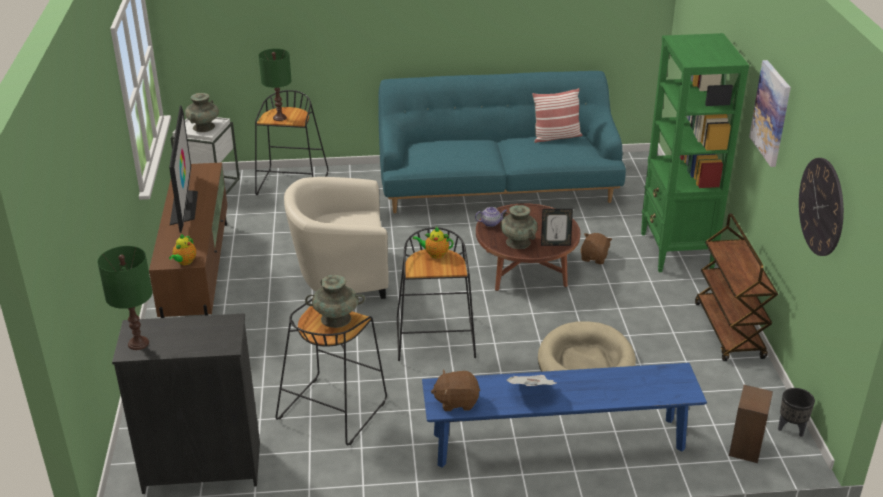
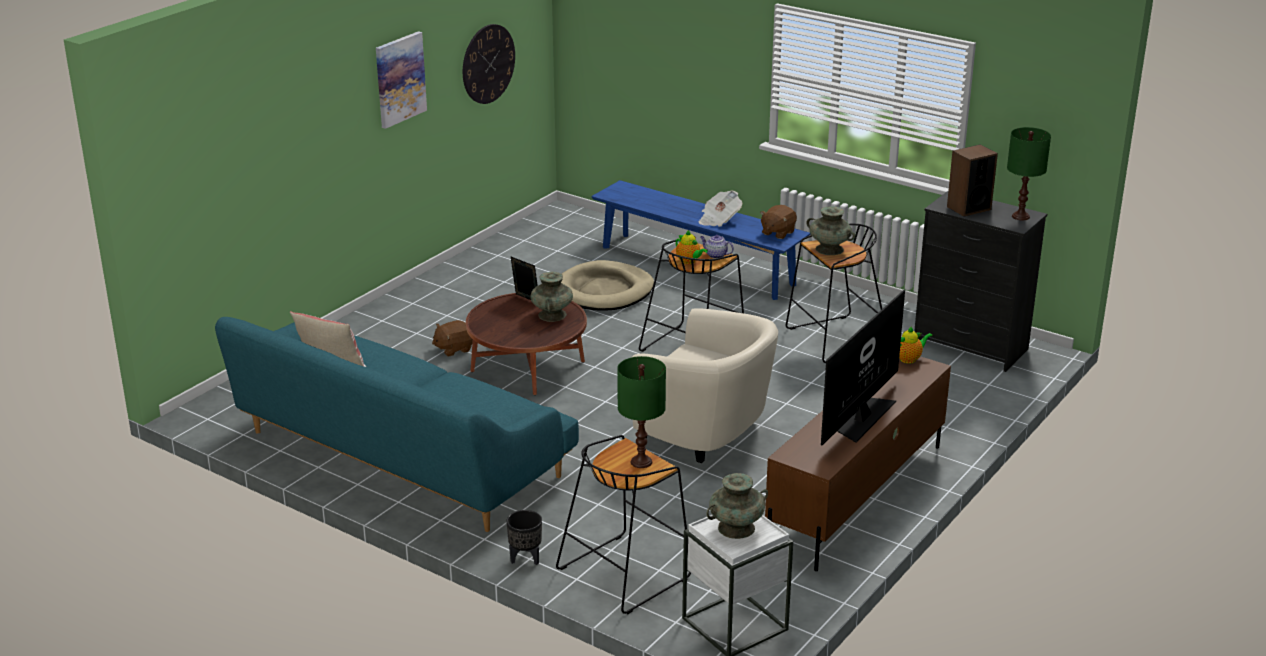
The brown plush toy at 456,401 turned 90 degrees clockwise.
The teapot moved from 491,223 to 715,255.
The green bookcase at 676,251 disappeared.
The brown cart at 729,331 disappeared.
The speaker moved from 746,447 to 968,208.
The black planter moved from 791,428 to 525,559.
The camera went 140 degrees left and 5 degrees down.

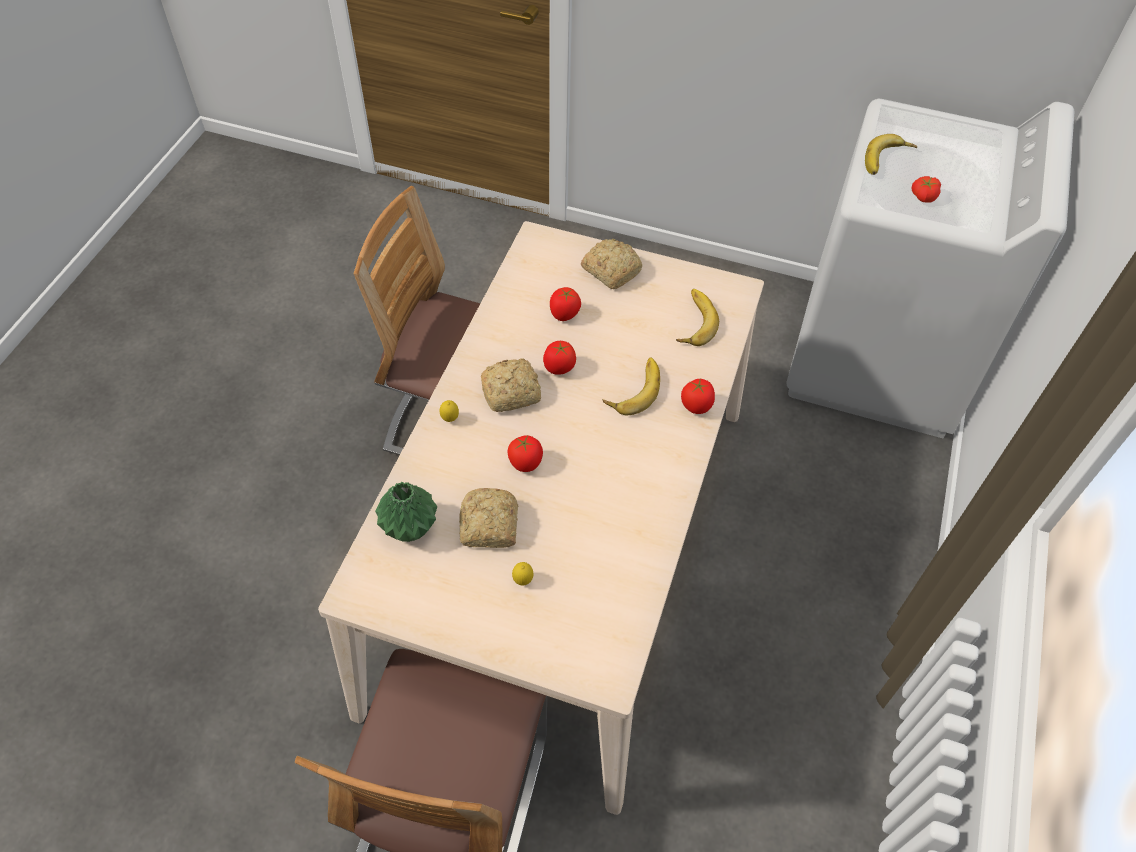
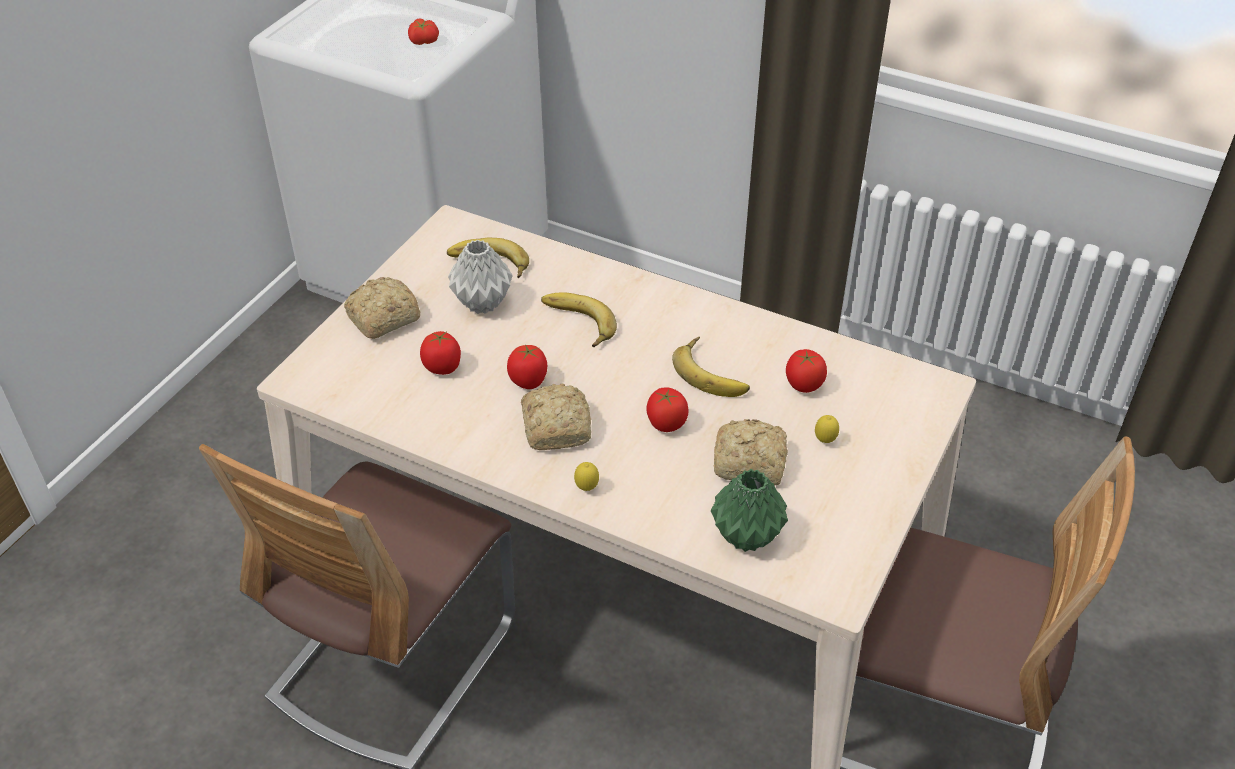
The tomato moved from 696,406 to 803,385.
The banana moved from 887,160 to 713,372.
The grey vase at 481,303 appeared.
The camera went 80 degrees left and 10 degrees down.

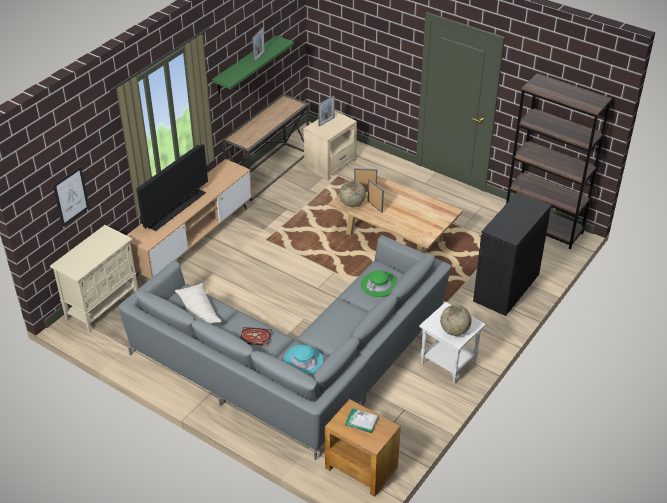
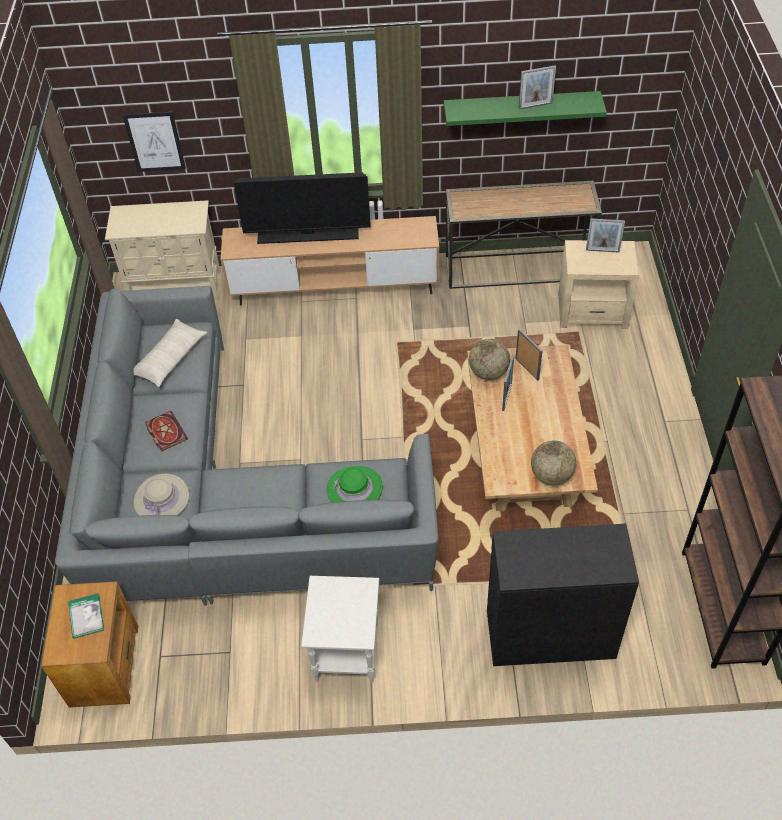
The turquoise hat at 303,361 became the beige hat at 161,499.
The globe moved from 454,331 to 551,475.
The camera went 55 degrees right and 10 degrees up.

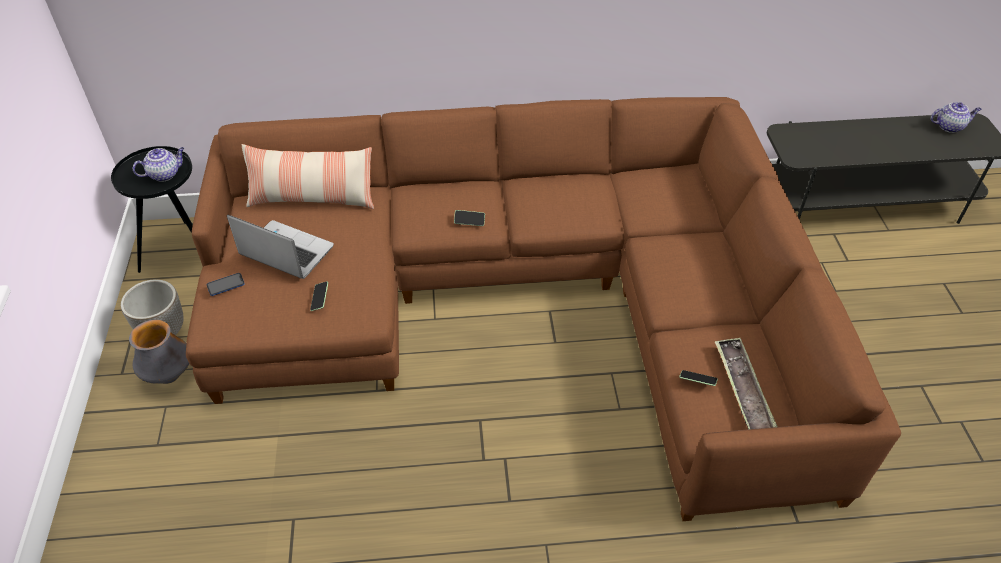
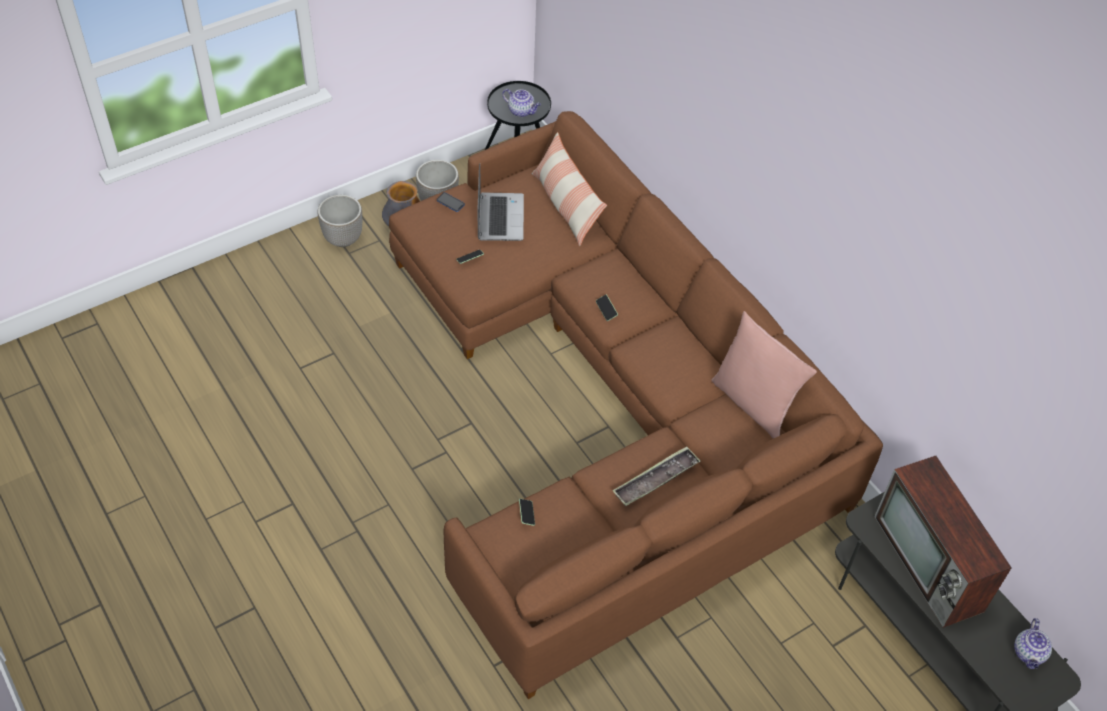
The tray moved from 743,390 to 655,480.
The teapot at 949,126 turned 45 degrees clockwise.
The planter at 343,238 appeared.
The pink pillow at 753,404 appeared.
The television at 930,565 appeared.
The camera went 60 degrees right and 5 degrees up.

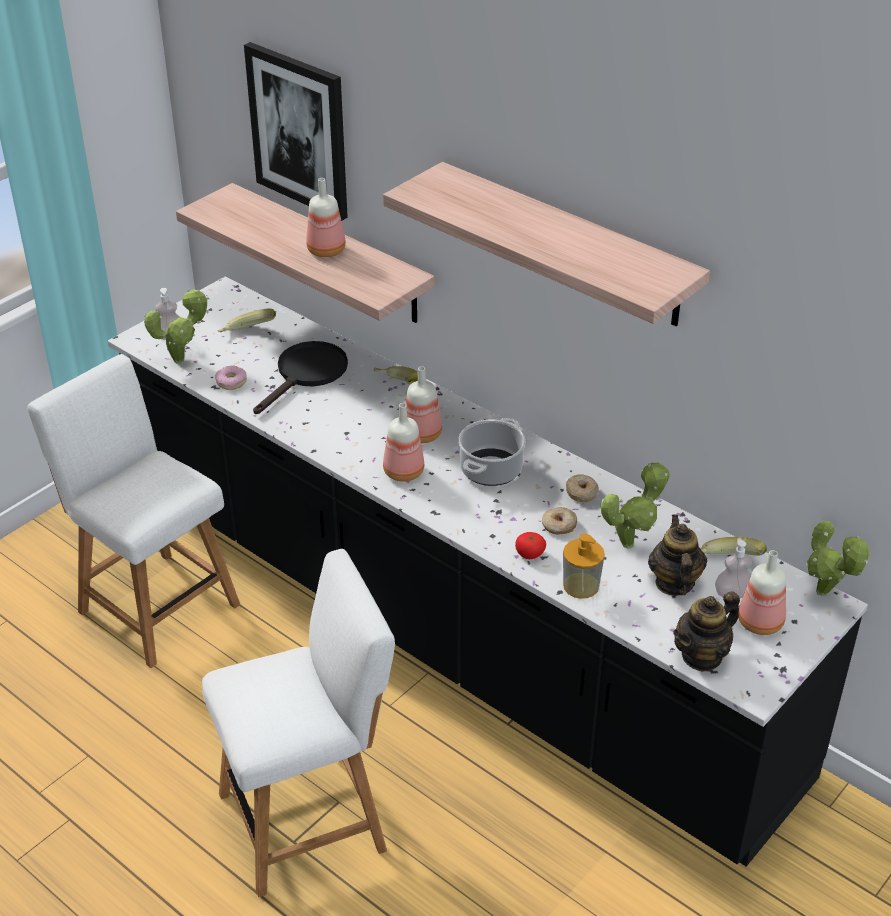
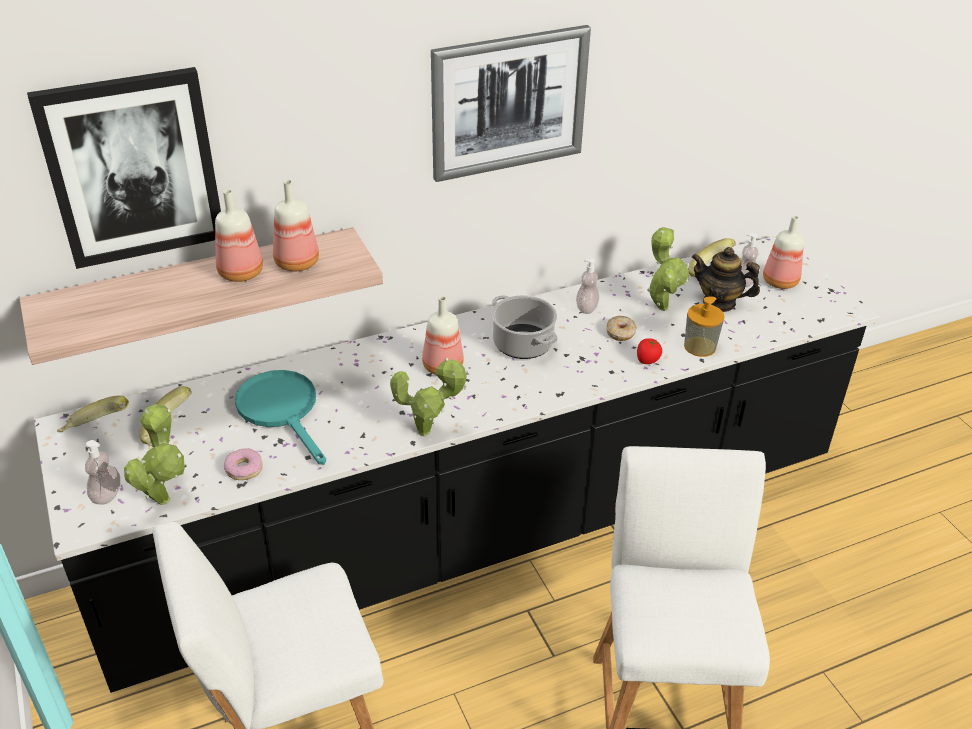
The black frying pan at 307,374 became the turquoise frying pan at 282,410.
The banana moved from 396,387 to 97,429.
The shelf at 566,244 was replaced by the picture at 509,102.
The bottle moved from 402,472 to 296,264.
The donut at 582,493 was replaced by the soap dispenser at 586,308.
The teapot at 702,656 disappeared.
The potted plant moved from 825,595 to 429,432.
The camera went 65 degrees left and 0 degrees up.

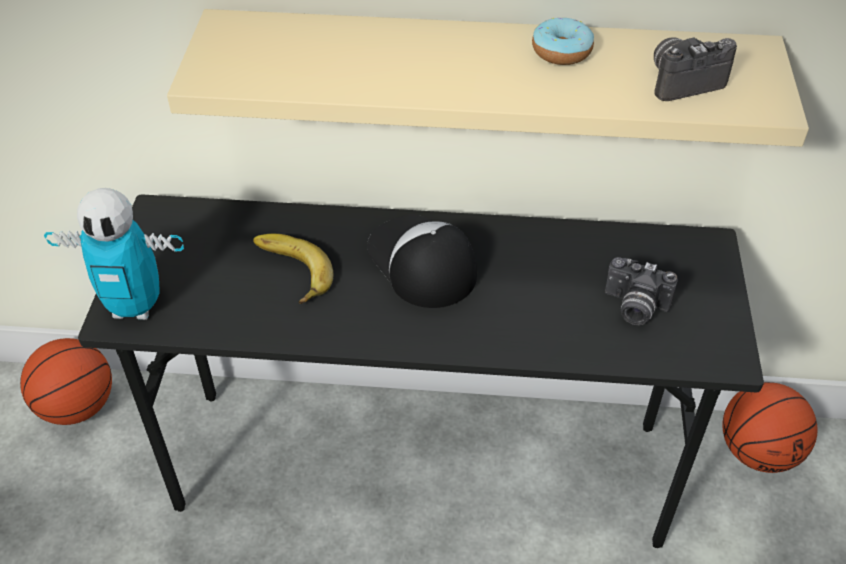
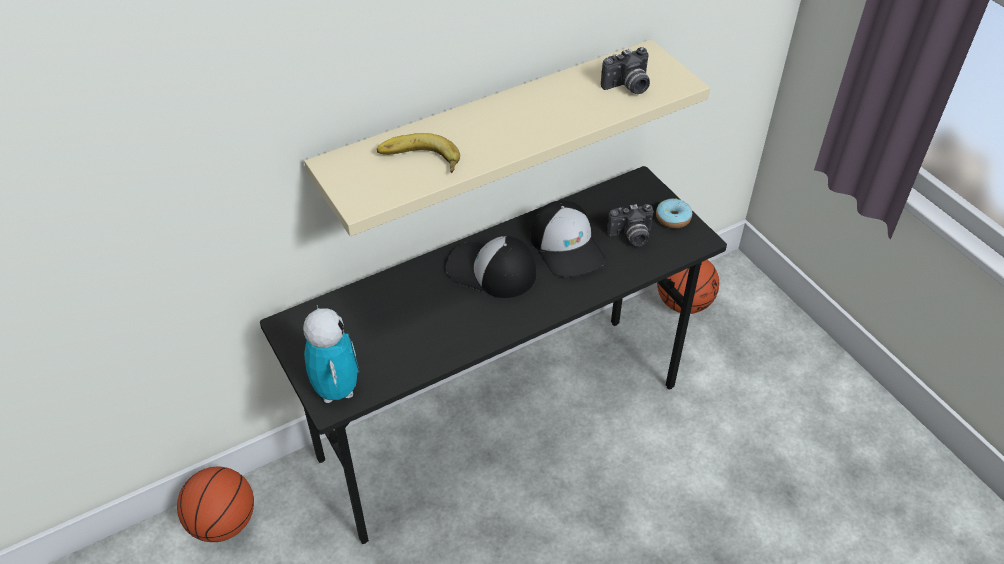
The toy robot at 135,307 turned 75 degrees counterclockwise.
The banana moved from 288,272 to 419,161.
The donut moved from 561,51 to 673,218.
The photo camera at 682,81 turned 150 degrees counterclockwise.
The cap at 567,246 appeared.
The camera went 35 degrees left and 0 degrees up.

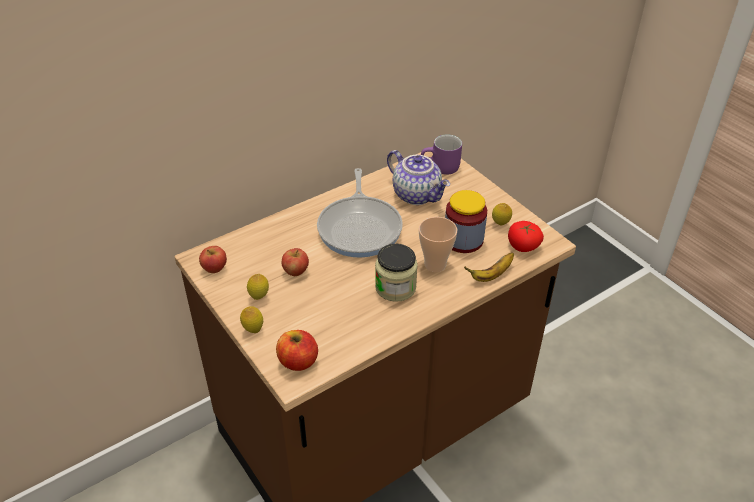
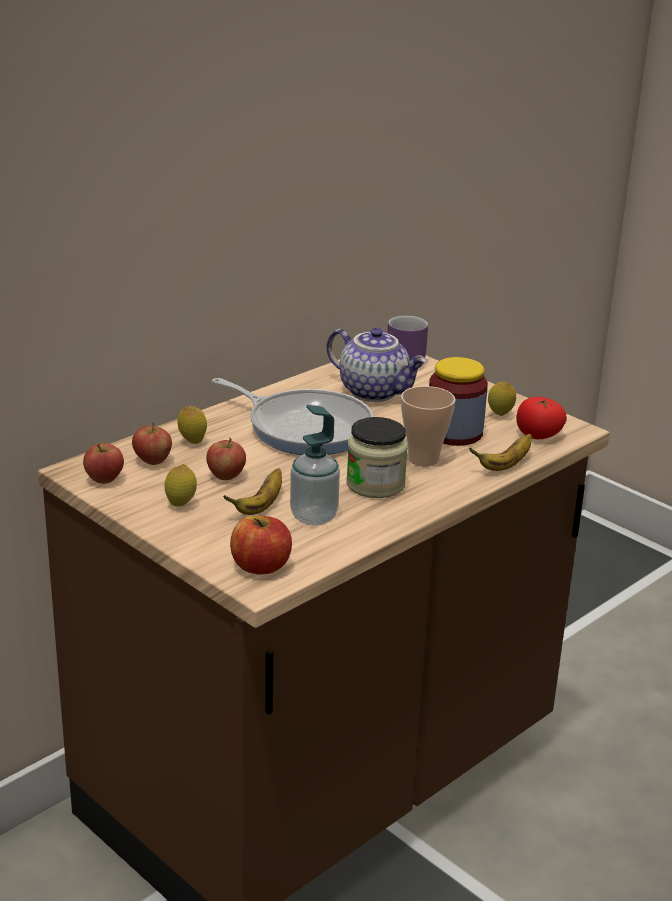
The lemon moved from 253,330 to 192,442.
The frying pan at 360,228 turned 45 degrees counterclockwise.
The apple at 152,461 appeared.
The banana at 260,506 appeared.
The soap dispenser at 314,517 appeared.
The camera went 10 degrees left and 15 degrees down.

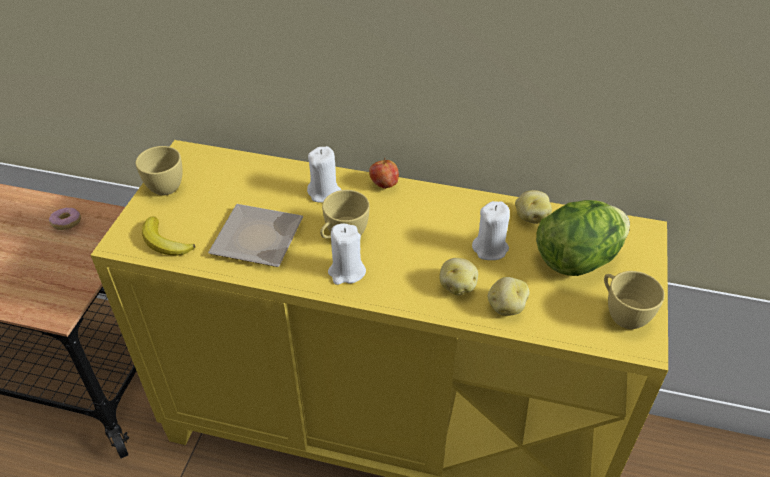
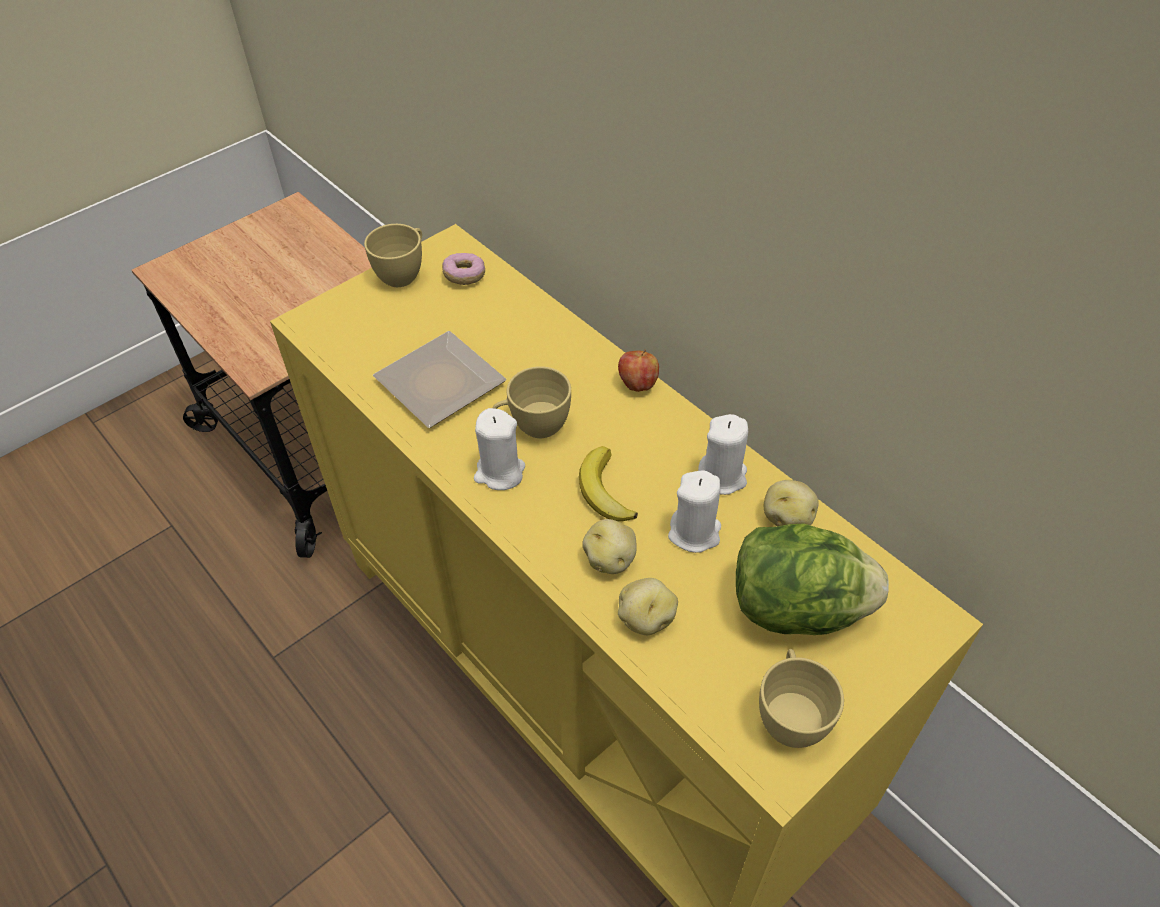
The donut moved from 67,223 to 464,276.
The banana moved from 165,242 to 604,490.
The white candle moved from 324,192 to 722,477.
The camera went 35 degrees right and 5 degrees up.

